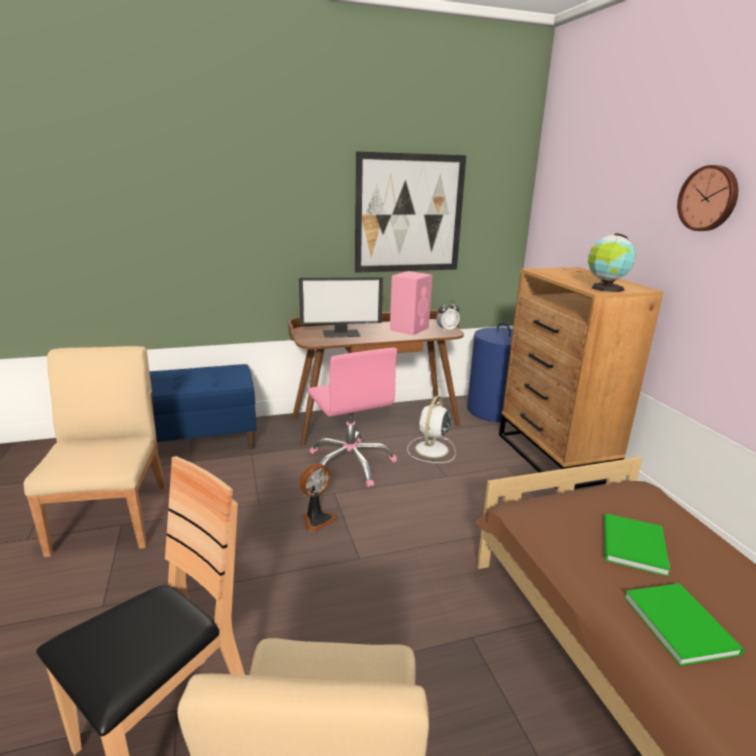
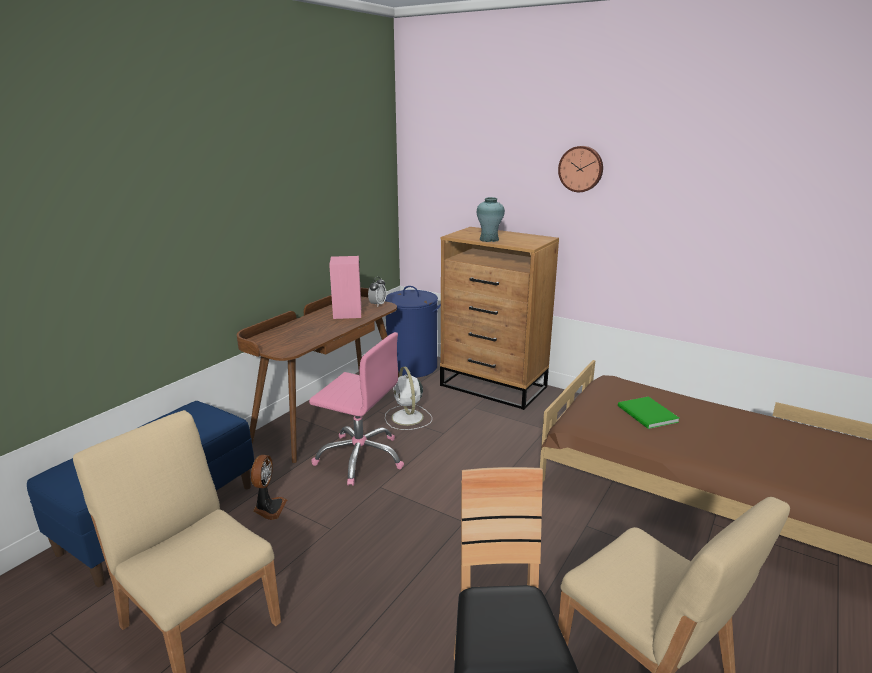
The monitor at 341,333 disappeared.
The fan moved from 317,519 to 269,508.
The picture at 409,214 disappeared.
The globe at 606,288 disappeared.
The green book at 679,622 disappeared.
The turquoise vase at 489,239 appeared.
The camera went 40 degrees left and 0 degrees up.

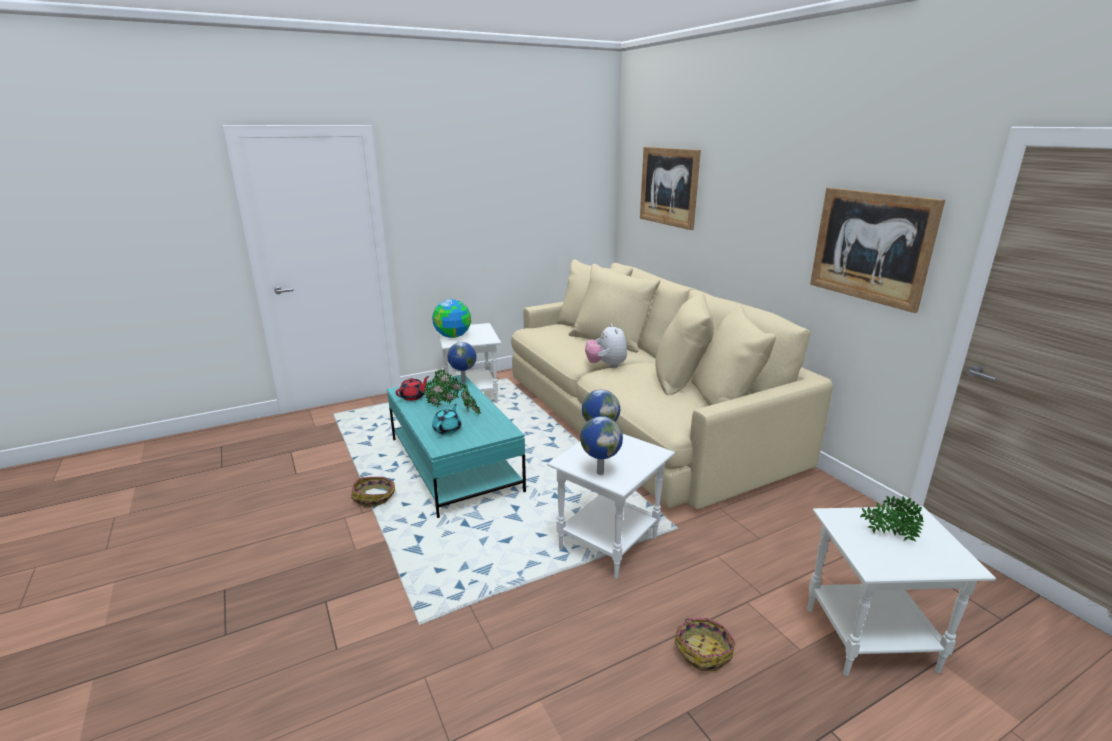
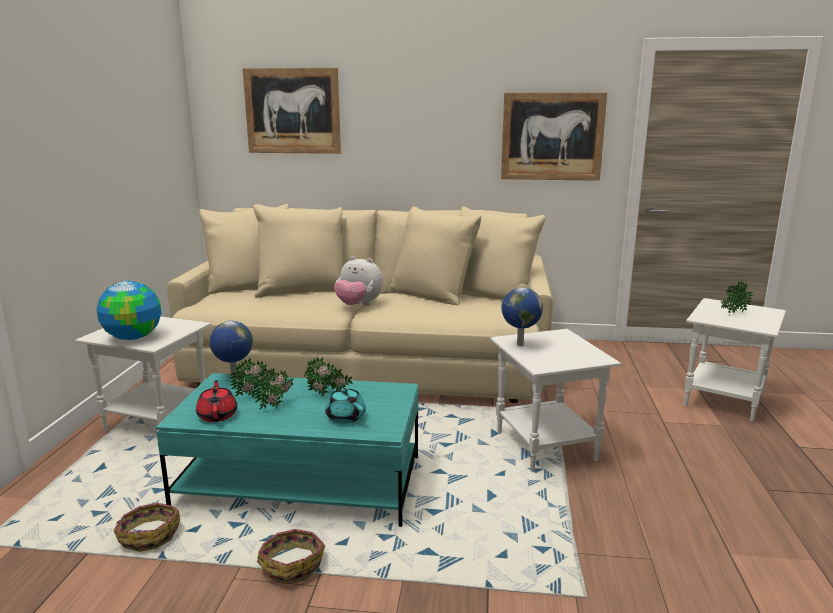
The globe at 600,472 disappeared.
The basket moved from 703,651 to 149,535.
The camera went 55 degrees left and 5 degrees down.

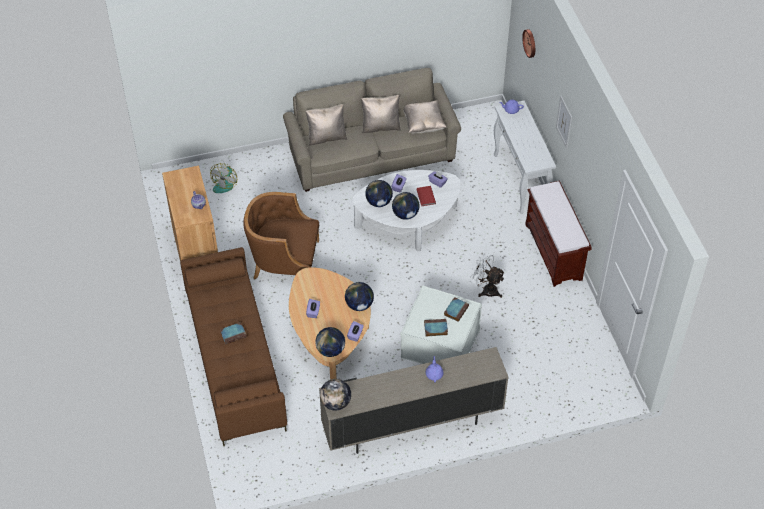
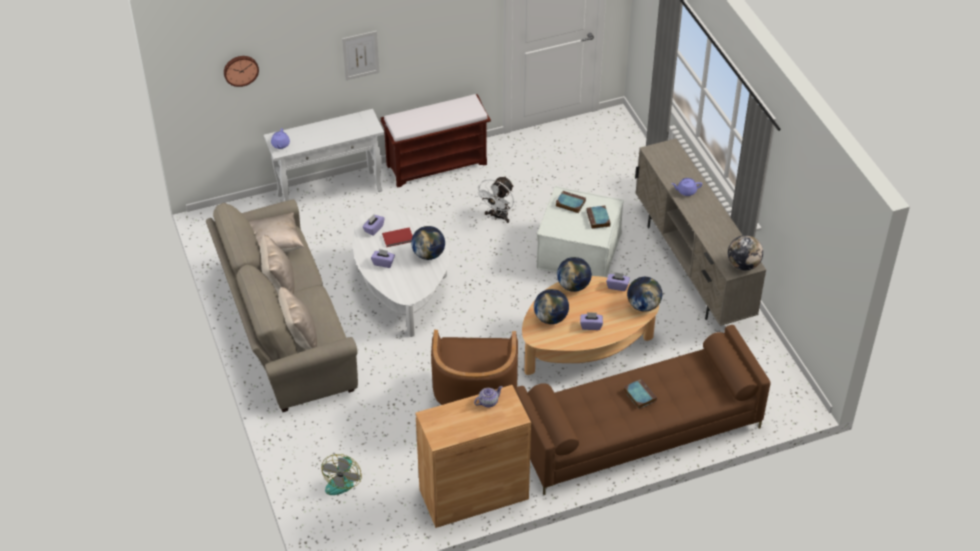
The fan at 225,183 turned 90 degrees clockwise.
The globe moved from 379,202 to 551,318.
The camera went 95 degrees left and 5 degrees down.

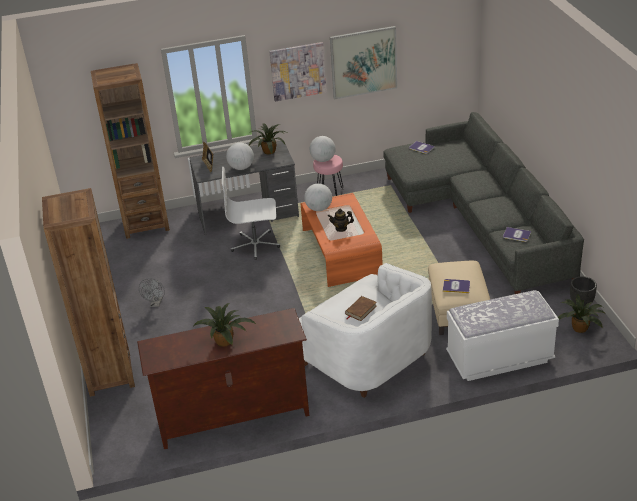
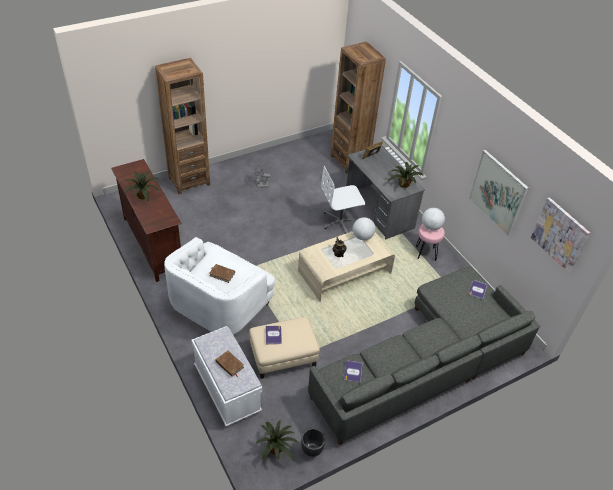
The white office chair at 255,245 turned 90 degrees counterclockwise.
The globe at 241,168 disappeared.
The picture moved from 298,71 to 560,234.
The orange coffee table at 341,252 became the beige coffee table at 344,272.
The brown book at 229,365 appeared.
The camera went 70 degrees right and 10 degrees up.

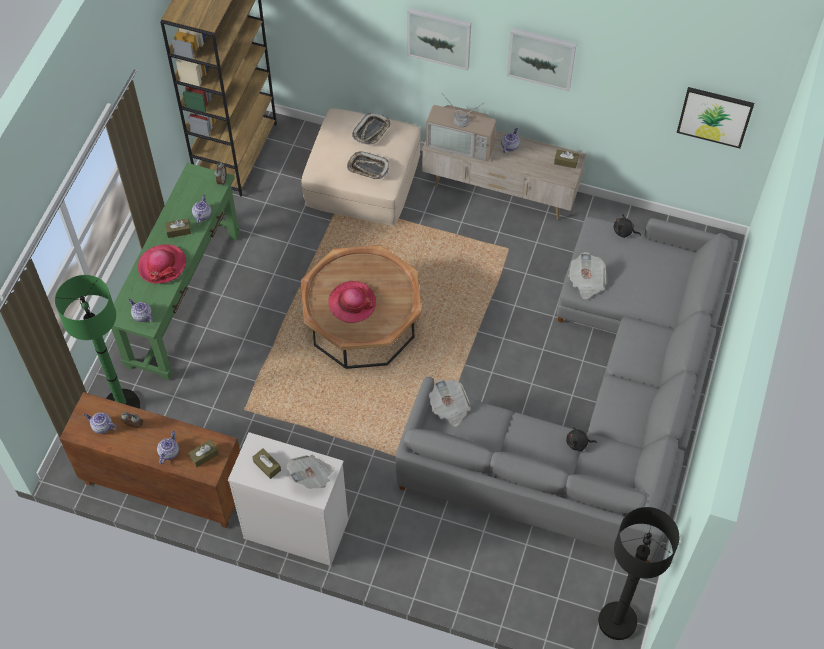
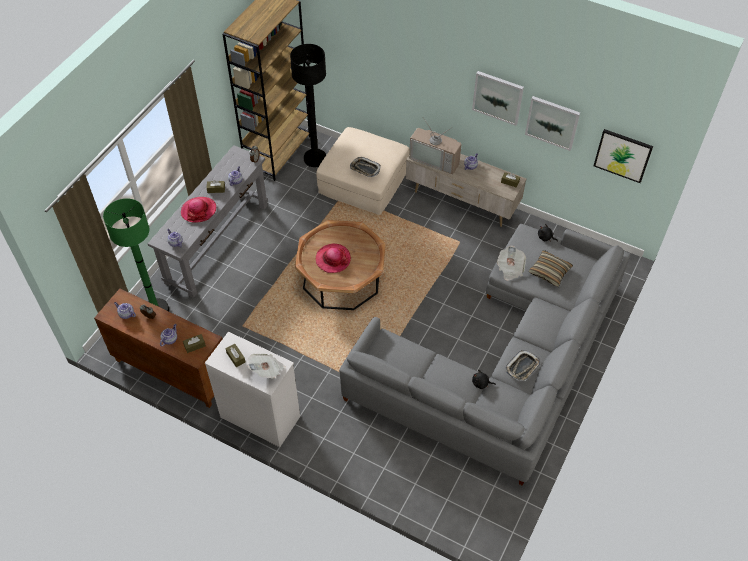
The green console table at 184,298 became the grey console table at 217,243.
The tray moved from 371,131 to 522,367.
The picture moved from 439,37 to 552,122.
The newspaper at 449,408 disappeared.
The black floor lamp moved from 617,621 to 315,158.
The pillow at 549,272 appeared.
The camera went 10 degrees right and 5 degrees down.

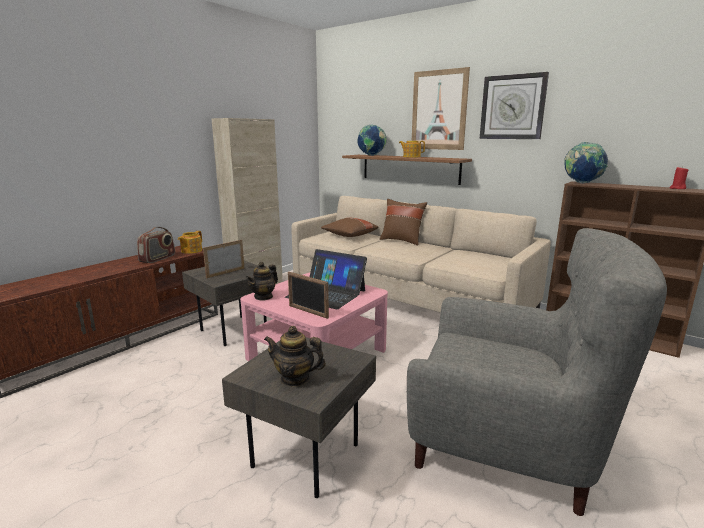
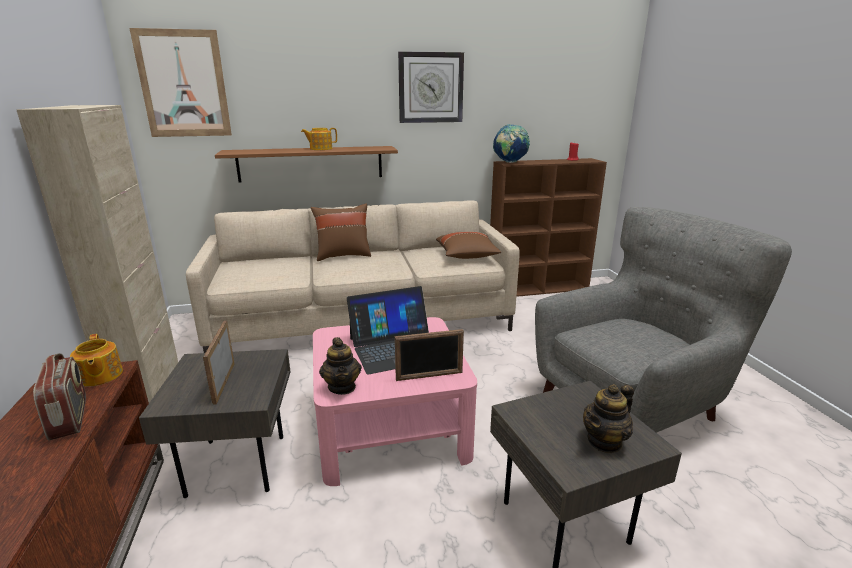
The brown pillow moved from 349,236 to 467,256.
The globe at 371,155 disappeared.
The picture moved from 439,110 to 183,84.
The camera went 50 degrees left and 5 degrees up.

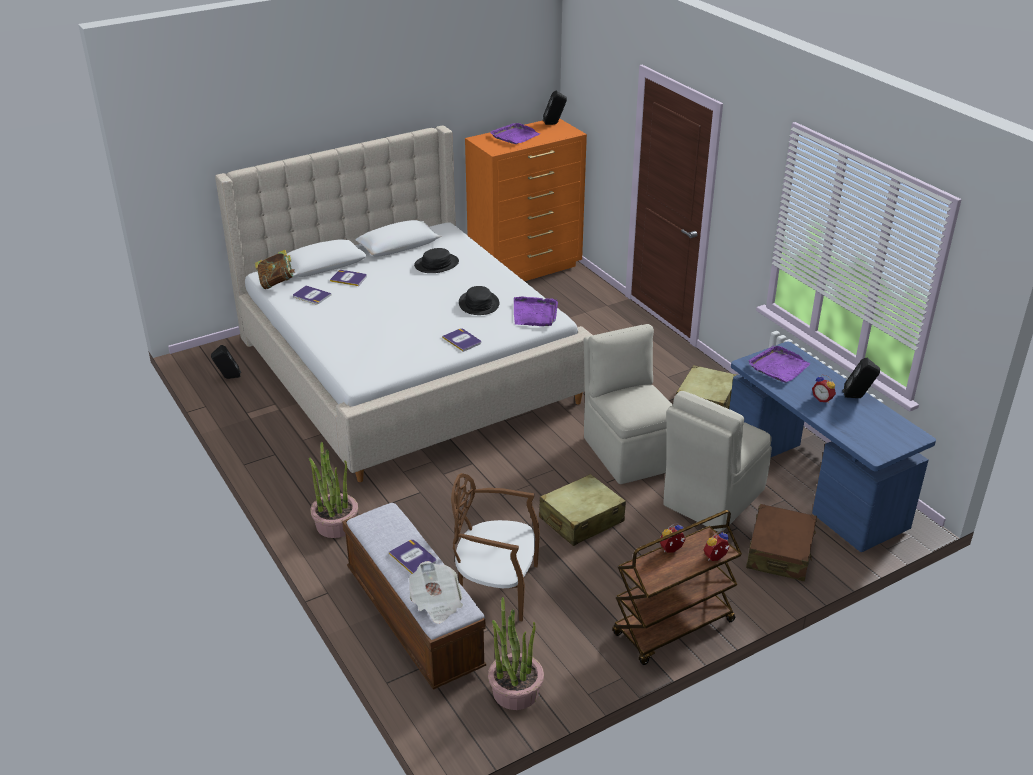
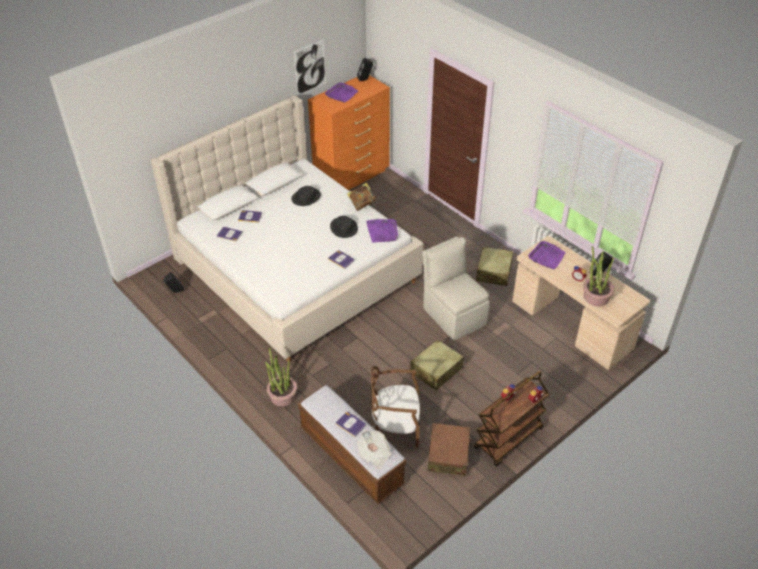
The book moved from 277,283 to 362,204.
The potted plant moved from 515,691 to 596,297.
The beige chair at 712,499 disappeared.
The blue desk at 812,486 became the beige desk at 571,325.
The brown suitcase moved from 780,552 to 448,454.
The picture at 310,67 appeared.
The camera went 10 degrees left and 10 degrees up.

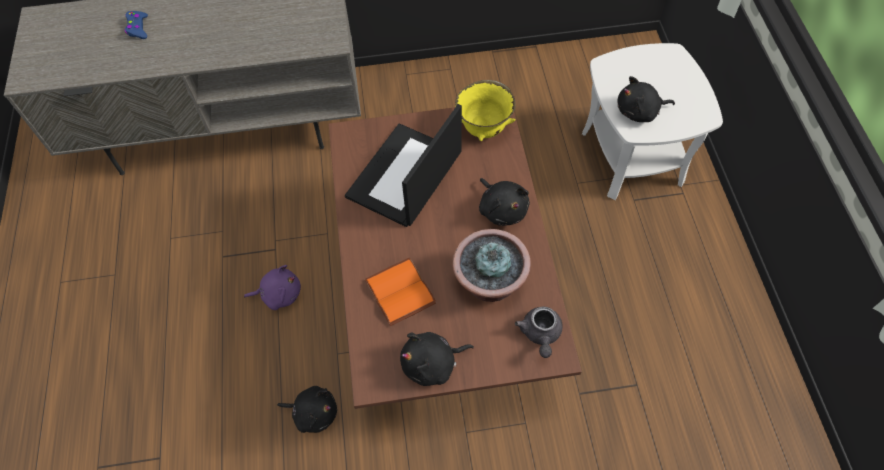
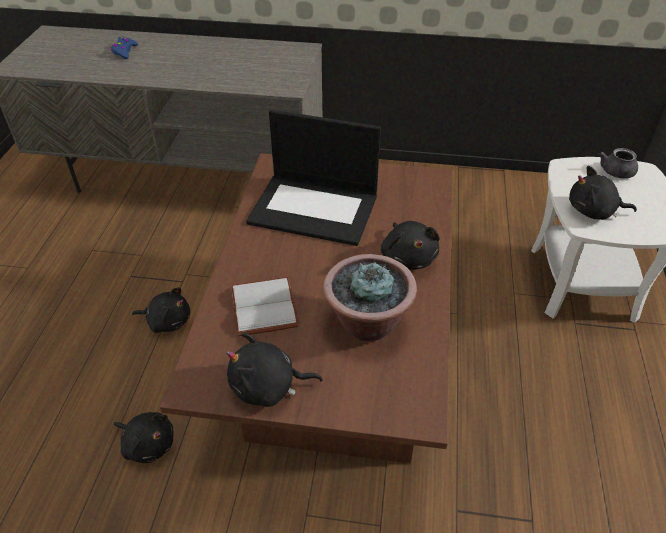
The purple plush toy at 279,294 became the black plush toy at 167,321.
The laptop at 405,176 turned 120 degrees counterclockwise.
The orange book at 402,292 became the white book at 266,308.
The yellow bowl at 484,129 disappeared.
The grey teapot moved from 540,334 to 617,174.
The camera went 15 degrees right and 15 degrees down.

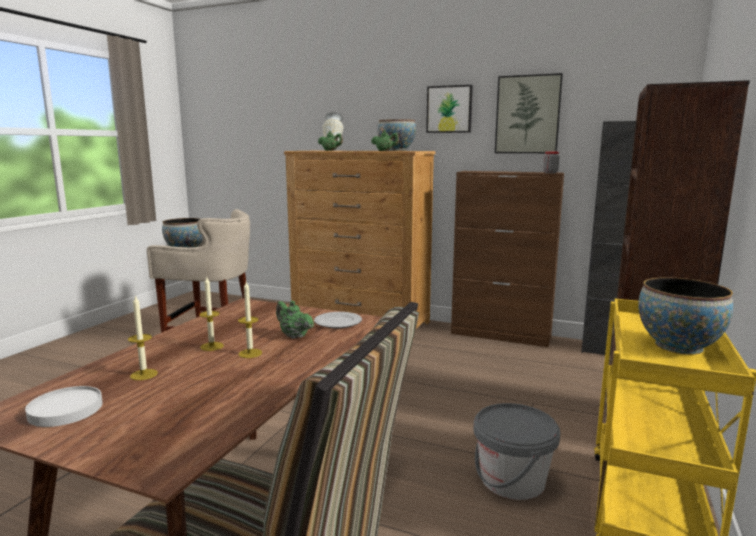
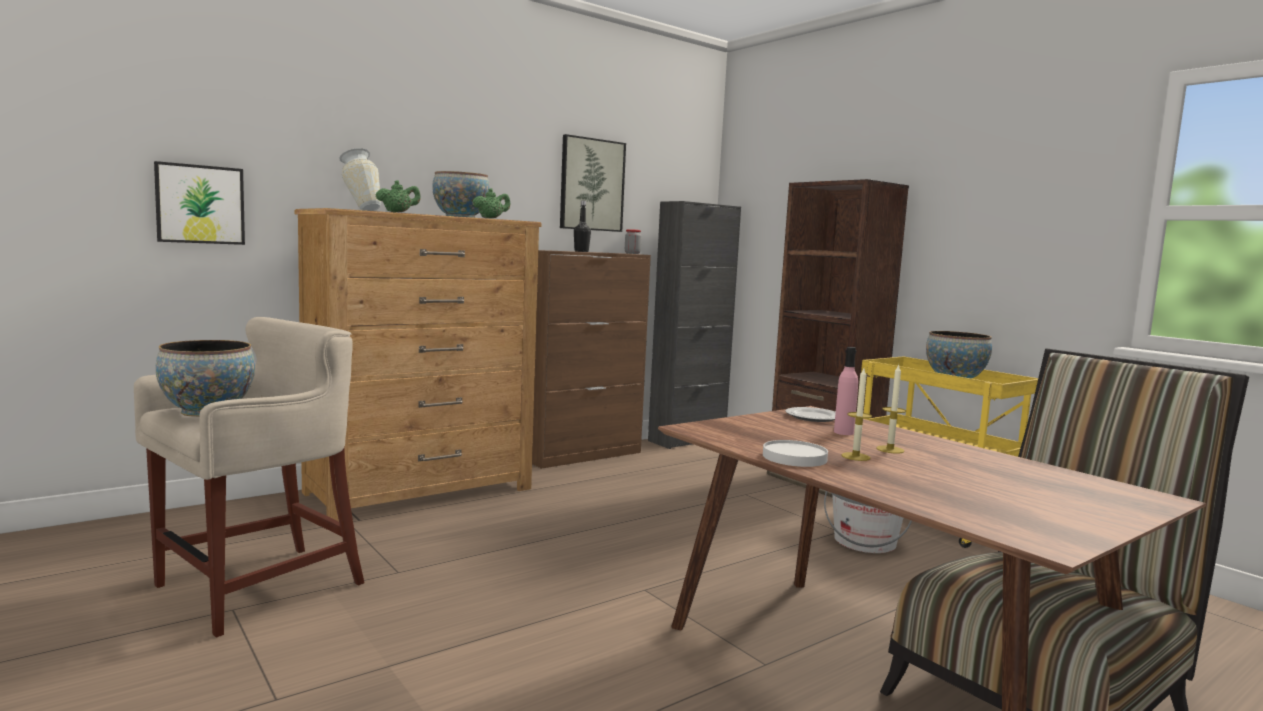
The white plate moved from 66,410 to 795,457.
The candle at 144,374 disappeared.
The green teapot at 294,336 was replaced by the pink bottle at 843,432.
The picture moved from 449,109 to 200,204.
The black bottle at 581,251 appeared.
The camera went 60 degrees left and 5 degrees down.

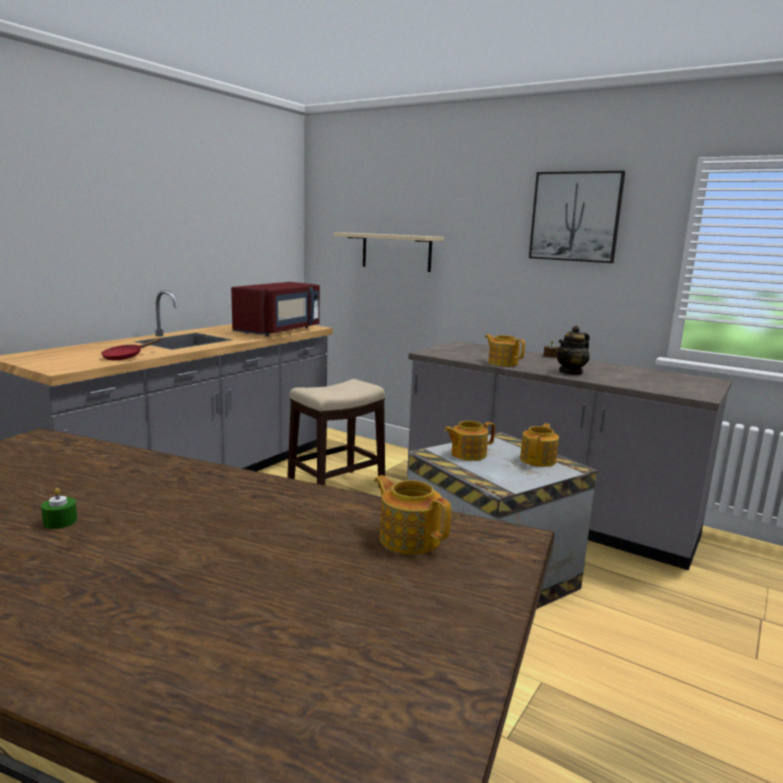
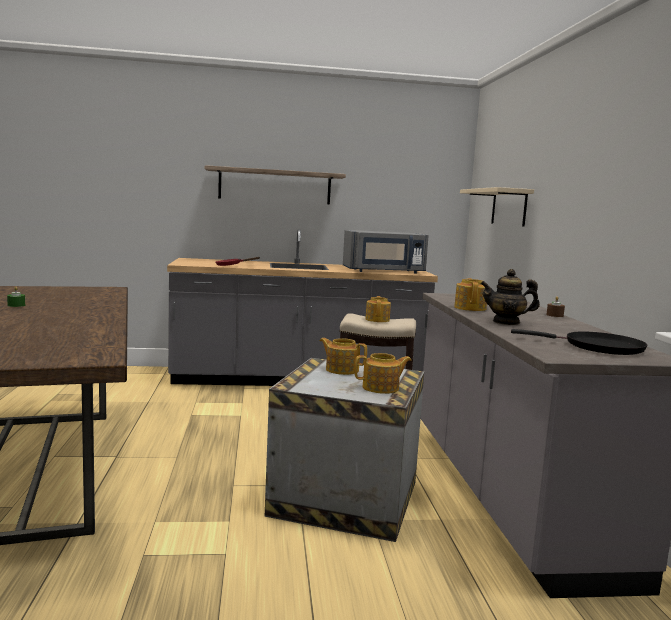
The red microwave at 279,331 became the grey microwave at 384,271.
The teapot moved from 409,538 to 377,319.
The picture at 575,217 disappeared.
The shelf at 275,186 appeared.
The black frying pan at 598,347 appeared.
The camera went 50 degrees right and 5 degrees down.

